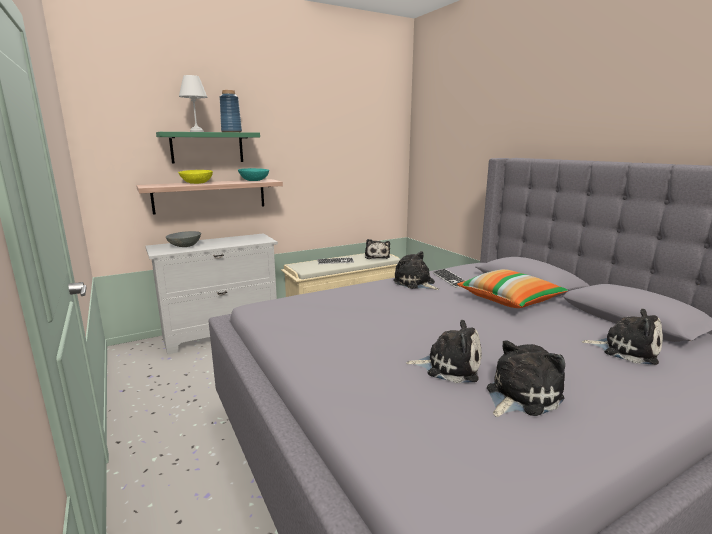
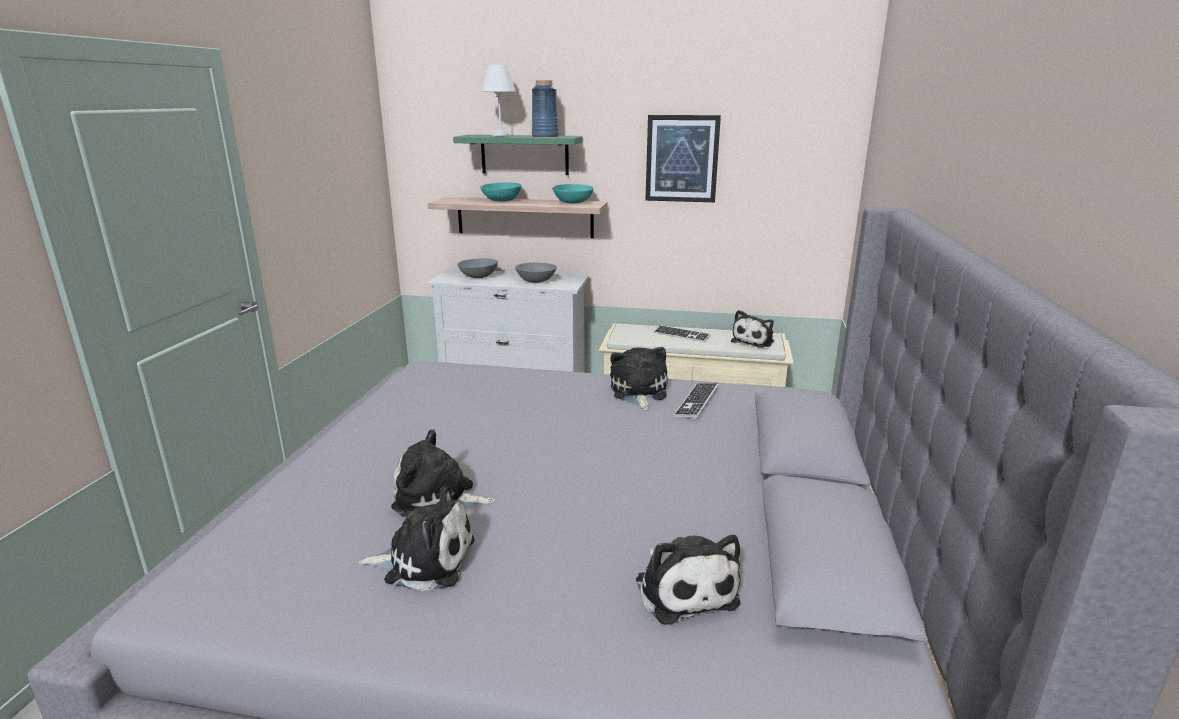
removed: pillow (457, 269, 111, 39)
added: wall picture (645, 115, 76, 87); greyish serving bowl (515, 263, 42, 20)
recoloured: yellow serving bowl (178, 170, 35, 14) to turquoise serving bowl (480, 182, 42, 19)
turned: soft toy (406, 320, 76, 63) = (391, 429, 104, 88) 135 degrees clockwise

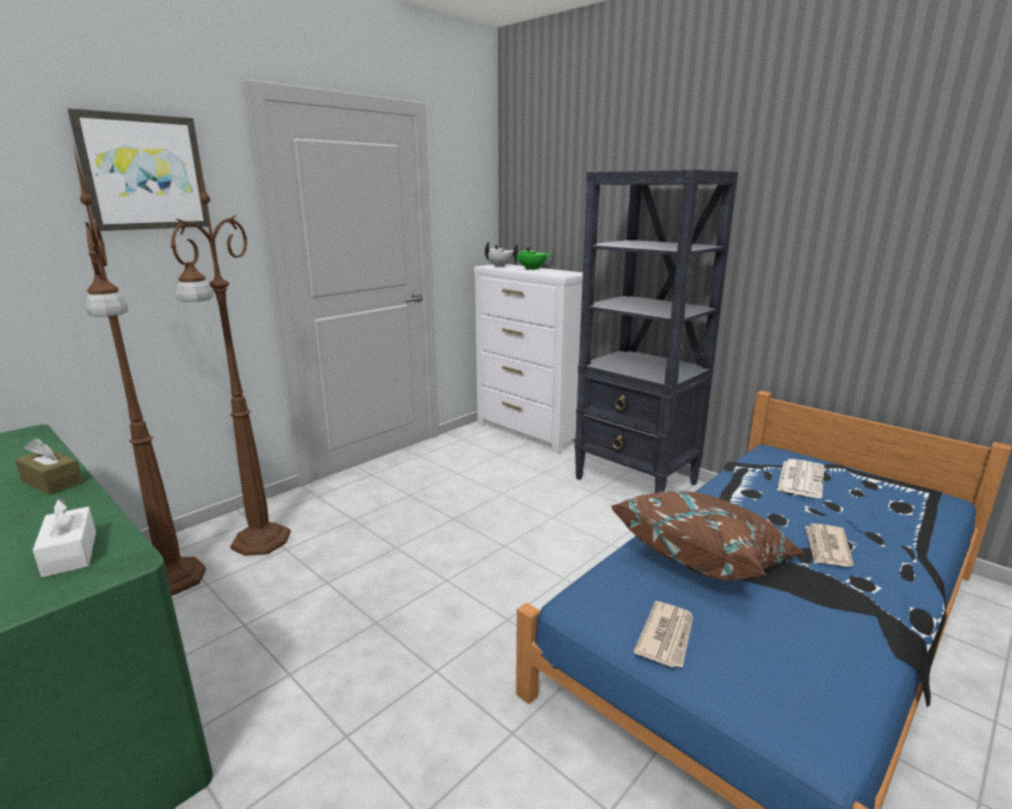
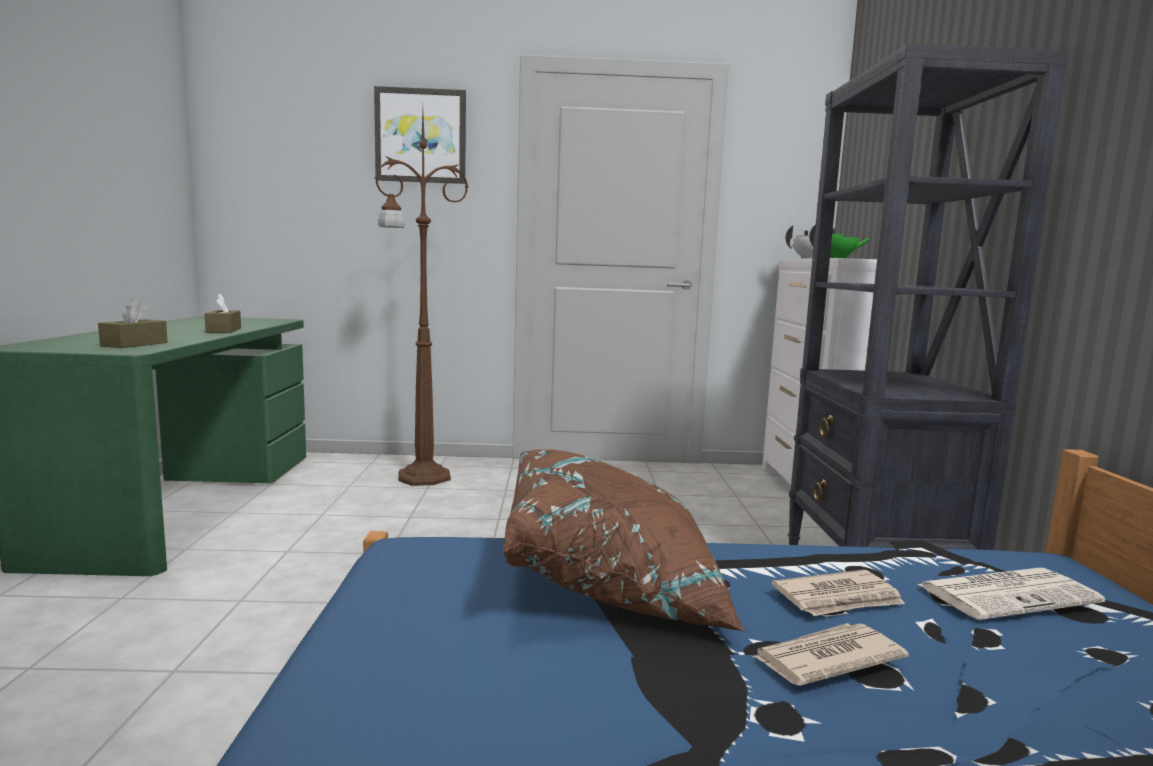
removed: brownish floor lamp (73, 145, 133, 450)
moved: daily paper (634, 601, 59, 67) to (772, 570, 133, 46)
recoloured: whitish box of tissues (33, 498, 63, 80) to brownish box of tissues (98, 300, 70, 48)

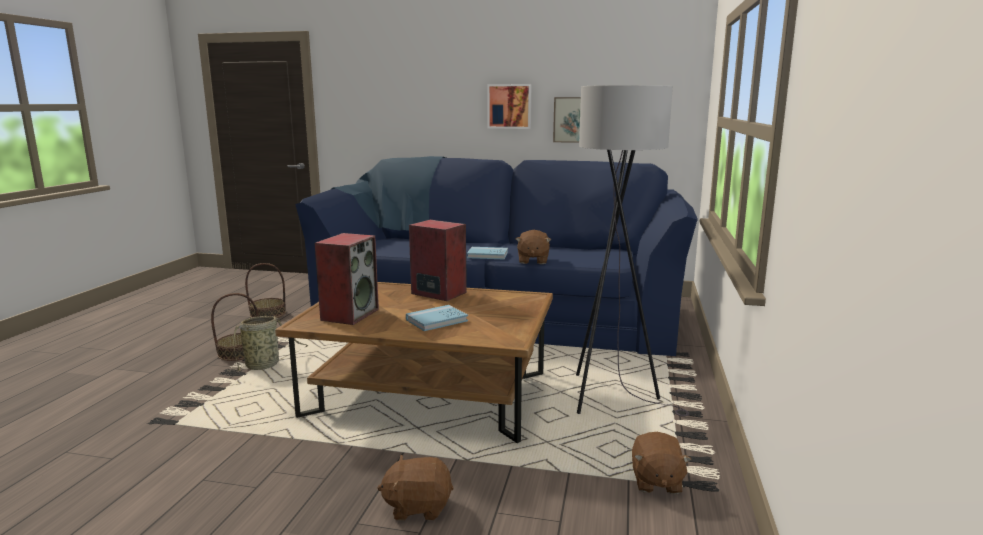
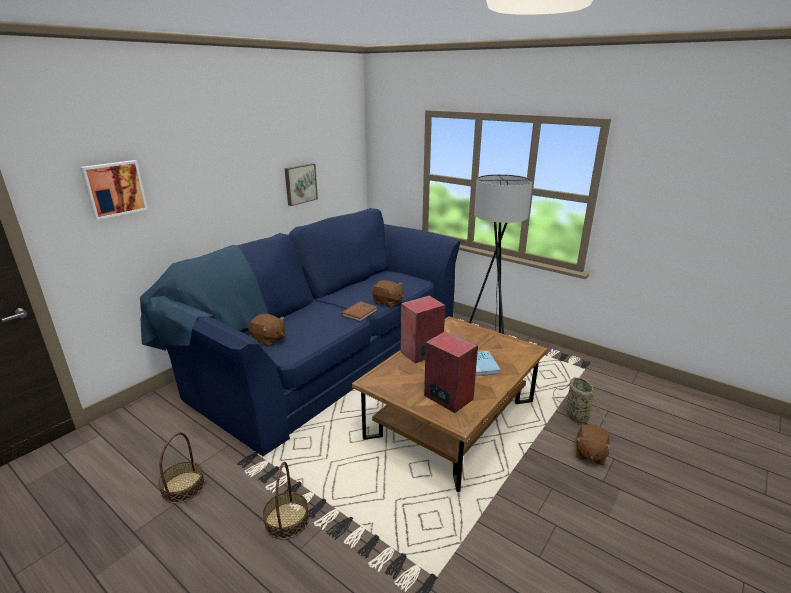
moved: wall picture (487, 84, 45, 45) to (80, 160, 68, 60); household basket (228, 316, 80, 56) to (553, 377, 54, 50); brownish soft toy (632, 432, 60, 62) to (248, 314, 37, 33)
recoloured: blue volume (467, 247, 41, 12) to brownish volume (342, 302, 36, 20)

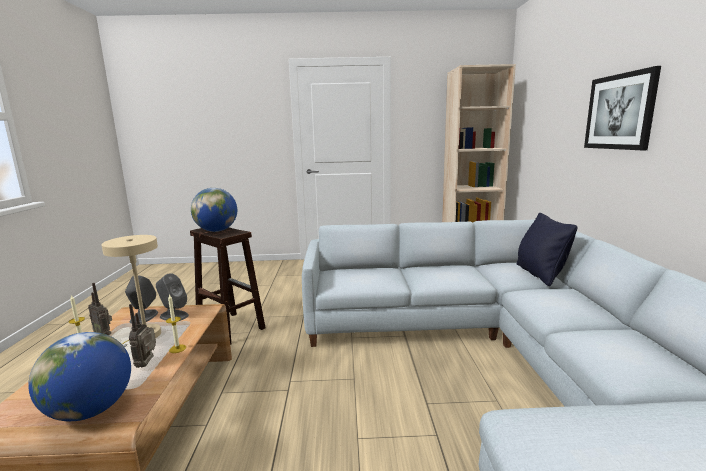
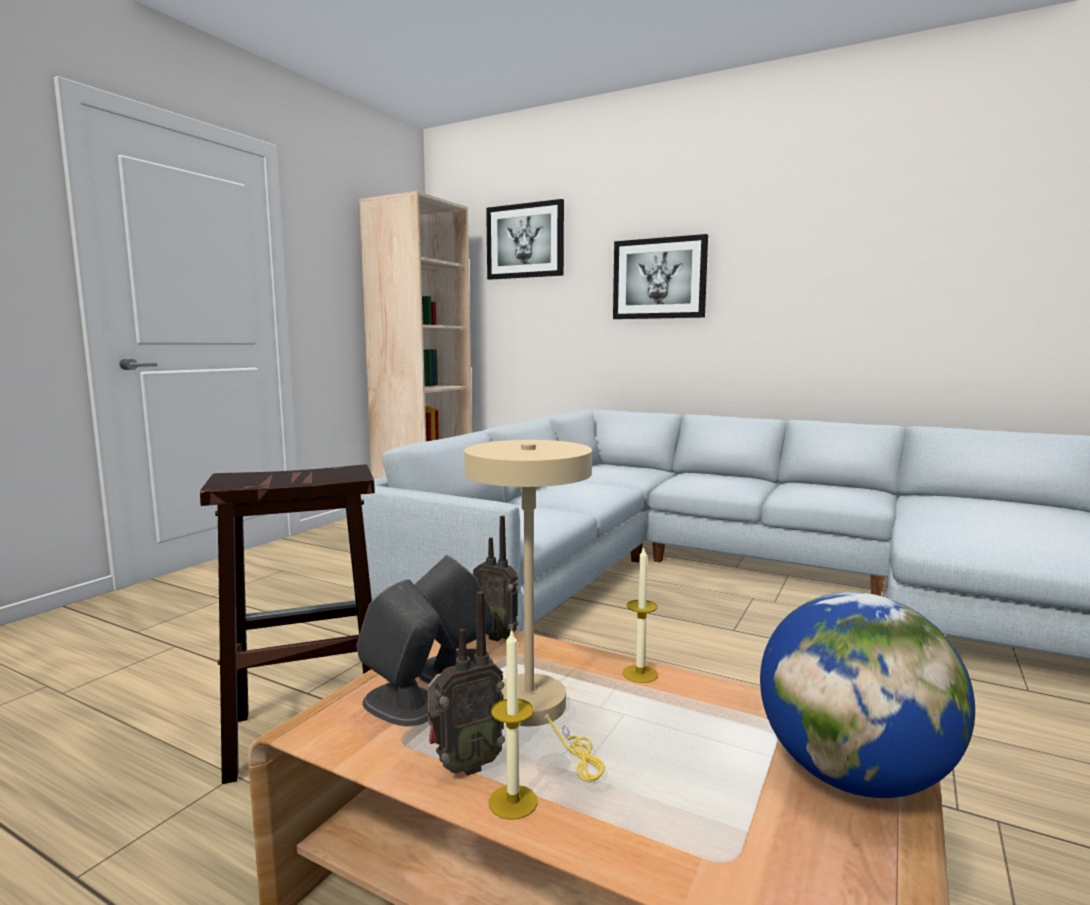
removed: desk globe (191, 188, 46, 44); black pillow (517, 213, 61, 73)
added: wall picture (486, 199, 78, 81)
moved: radio receiver (129, 304, 27, 64) to (473, 516, 46, 125)

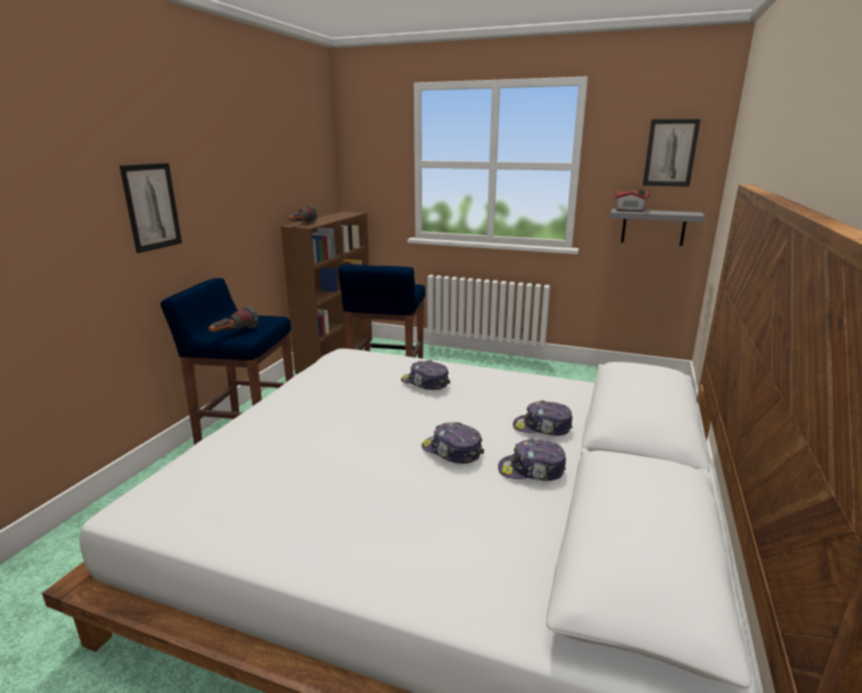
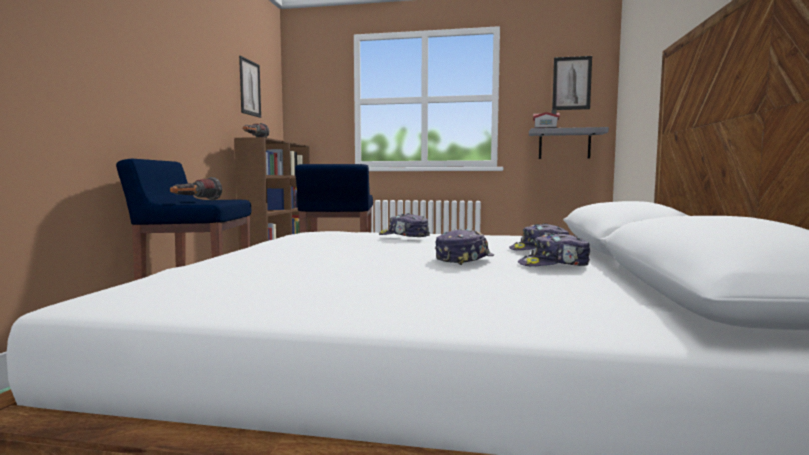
moved: wall picture (119, 163, 63, 90) to (239, 56, 22, 62)
turned: cap (421, 422, 63, 42) = (435, 229, 59, 36) 105 degrees clockwise

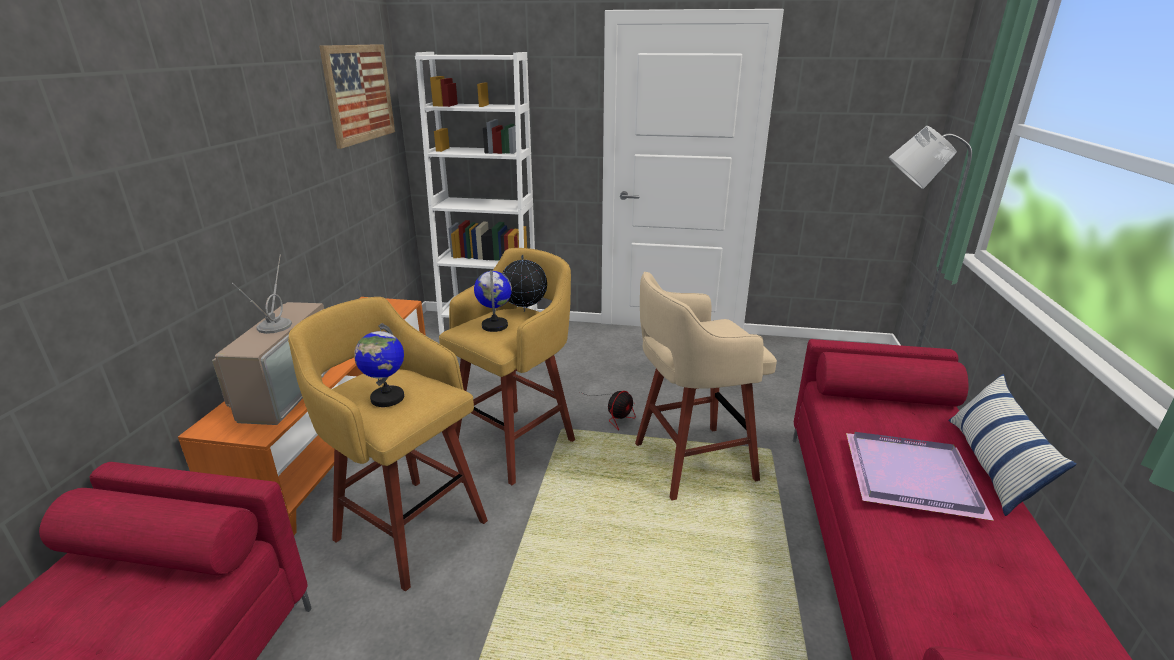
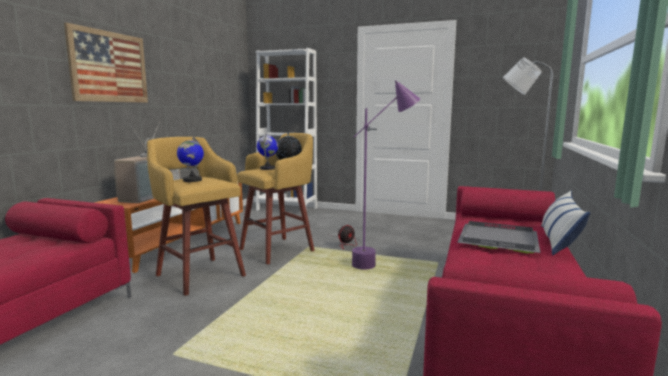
moved: wall picture (319, 44, 76, 105) to (64, 23, 84, 80)
replaced: sand-coloured stool (635, 272, 142, 228) to purple-coloured floor lamp (352, 80, 68, 190)
recoloured: purple-coloured serving tray (846, 432, 148, 89) to greyish serving tray (457, 221, 83, 32)

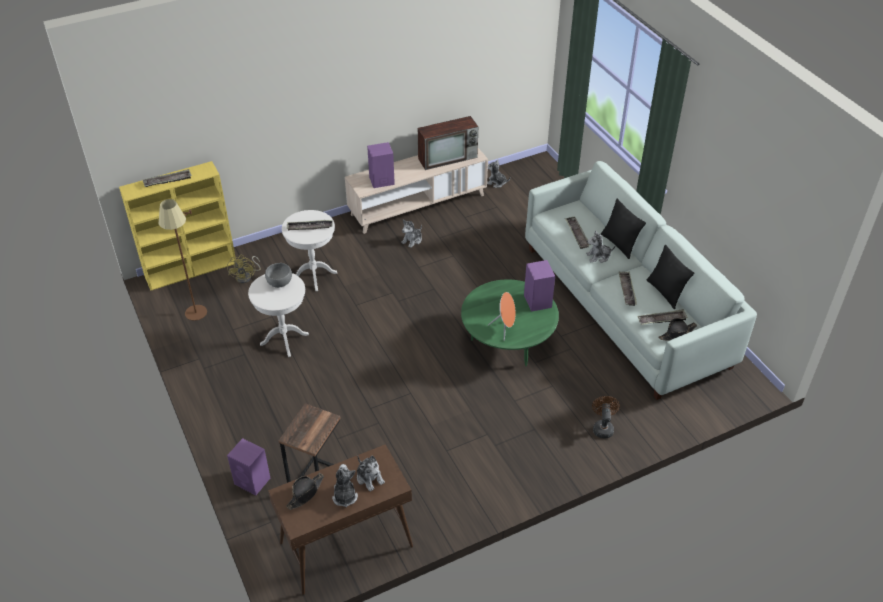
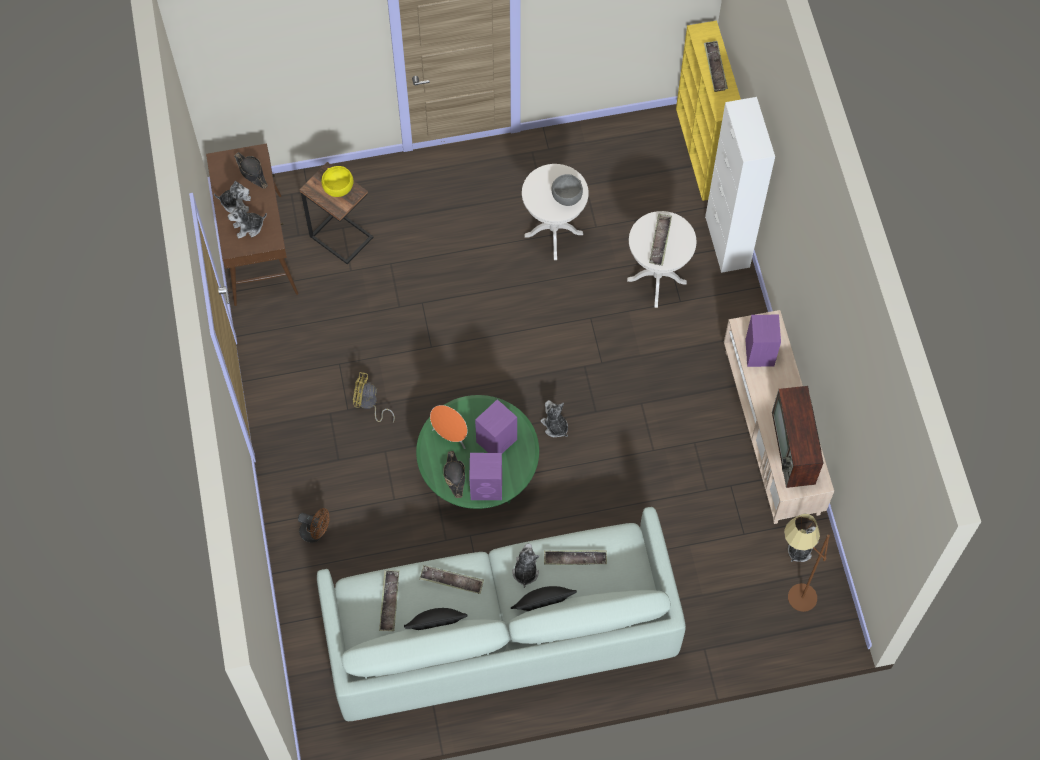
added: whitish storage cabinet (705, 97, 70, 176); yellow serving bowl (321, 166, 33, 31)
moved: brownish floor lamp (159, 199, 48, 122) to (784, 513, 46, 99); soft toy (401, 220, 21, 28) to (540, 400, 28, 37); yellow cooling fan (227, 255, 34, 28) to (353, 372, 42, 50); black hat (658, 318, 39, 23) to (443, 451, 22, 47); purple-coloured speaker (227, 438, 43, 57) to (475, 399, 42, 54)

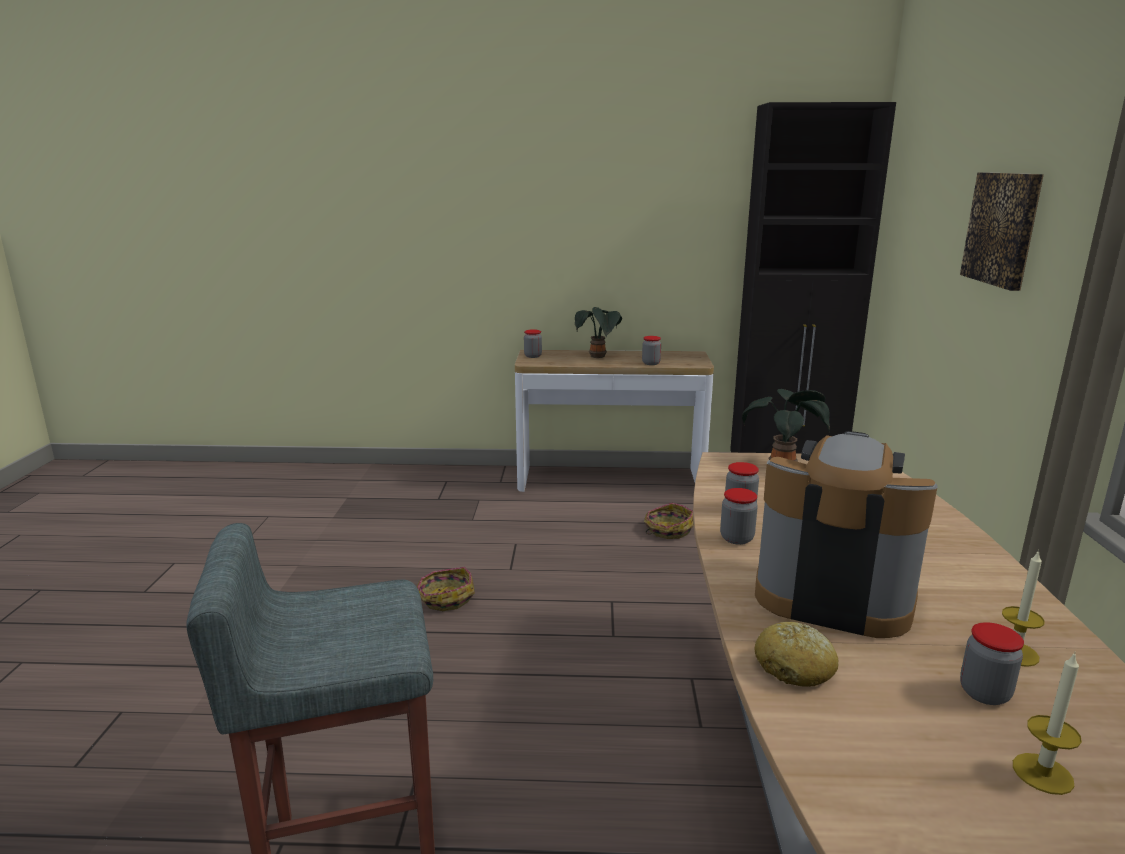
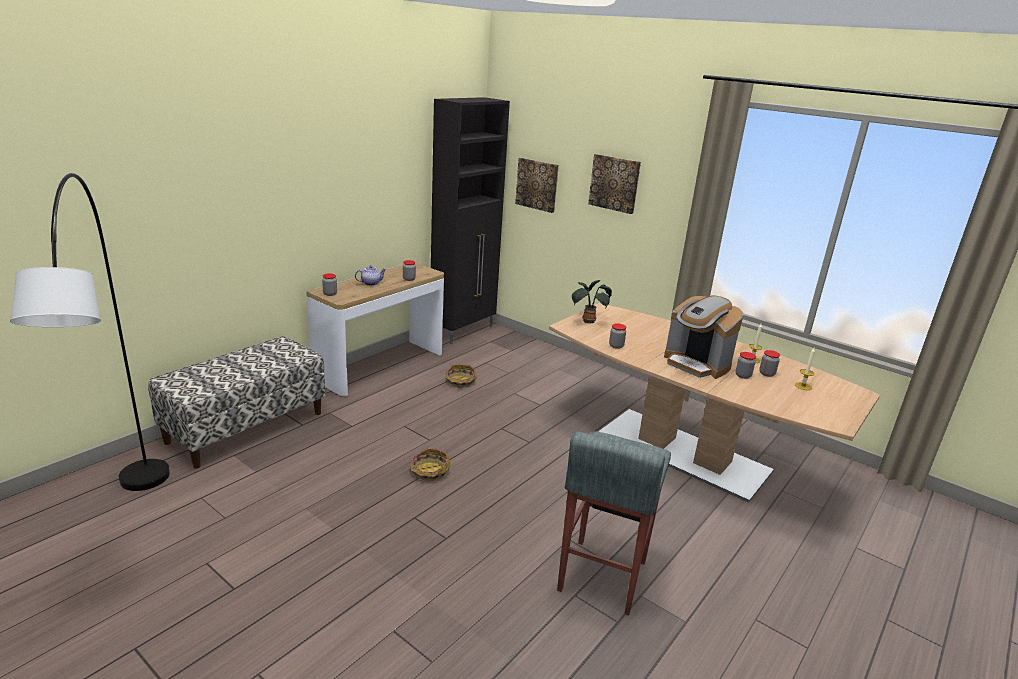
removed: baked bread (755, 622, 84, 65)
added: wall picture (515, 158, 44, 55); greyish floor lamp (10, 173, 160, 318); bench (148, 336, 177, 132)
moved: jar (720, 488, 38, 57) to (736, 352, 20, 27)
replaced: potted plant (575, 307, 47, 51) to teapot (355, 265, 31, 21)
turned: coffee machine (755, 431, 183, 207) = (664, 295, 79, 84) 105 degrees counterclockwise

